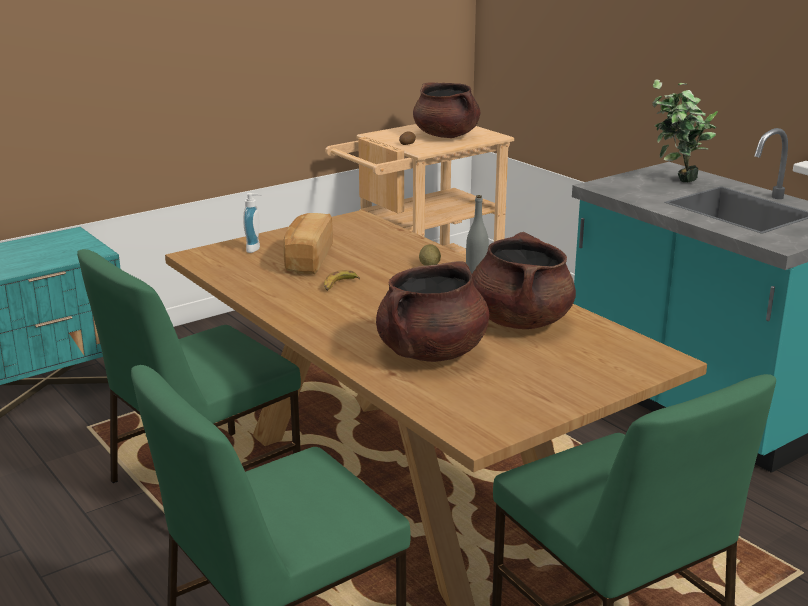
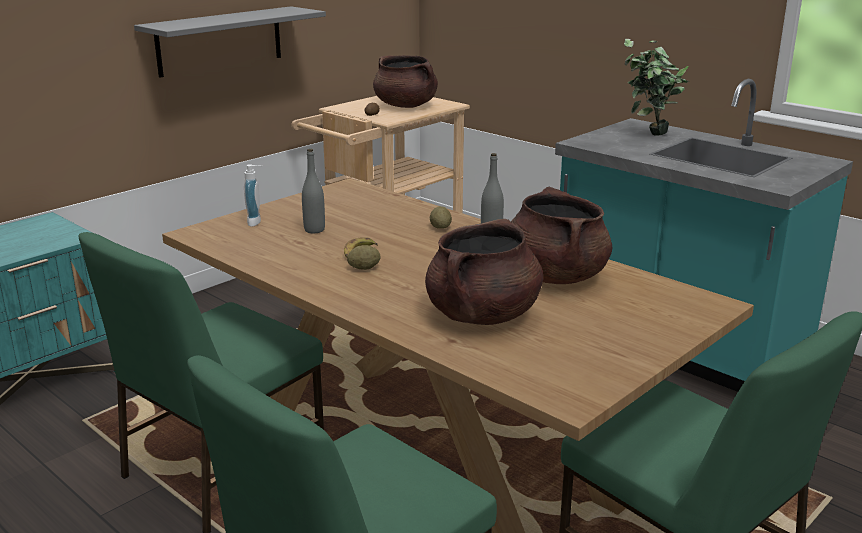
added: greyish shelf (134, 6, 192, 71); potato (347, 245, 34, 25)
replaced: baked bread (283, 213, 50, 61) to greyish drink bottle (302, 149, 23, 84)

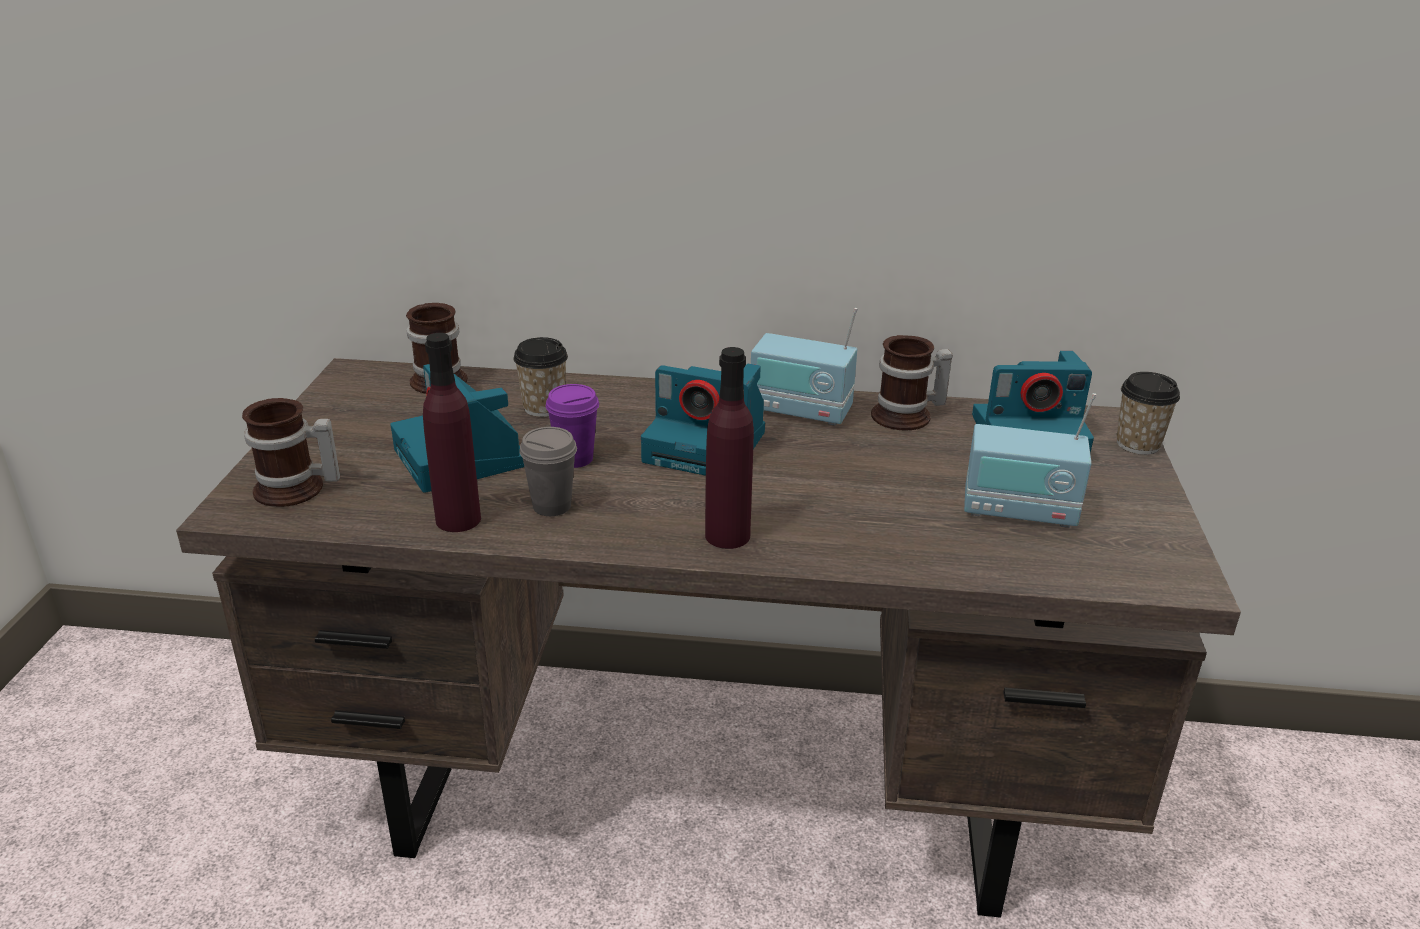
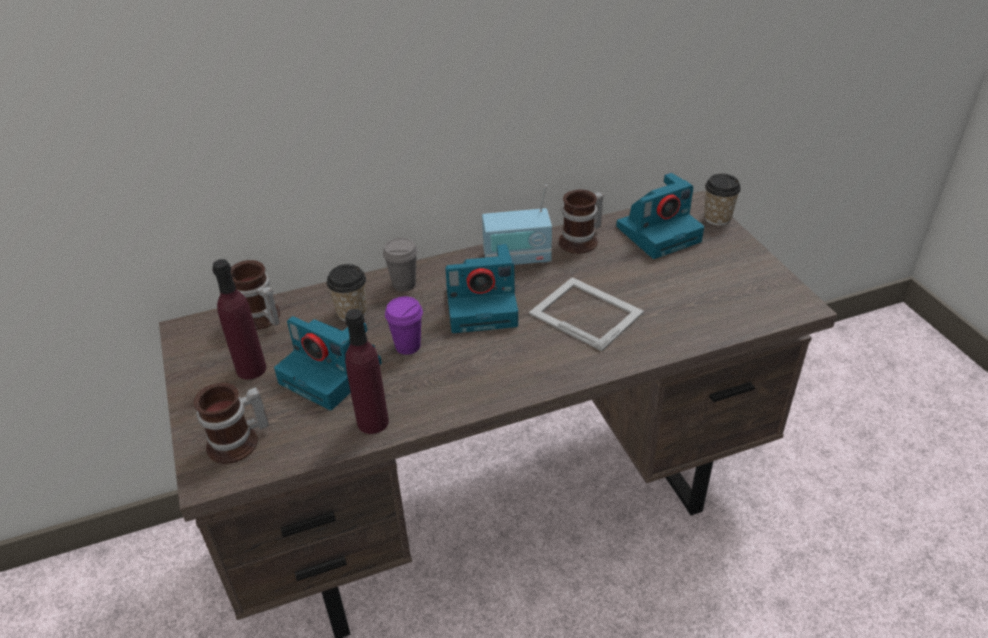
removed: radio receiver (964, 393, 132, 135)
added: photo frame (529, 277, 115, 74)
moved: purple-coloured drink bottle (705, 347, 49, 202) to (212, 259, 54, 121); greyish small cup (519, 427, 58, 89) to (383, 238, 35, 54)

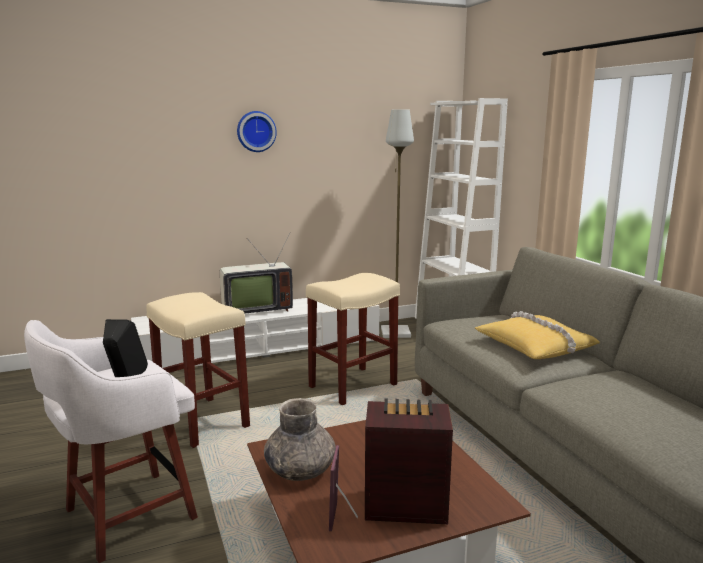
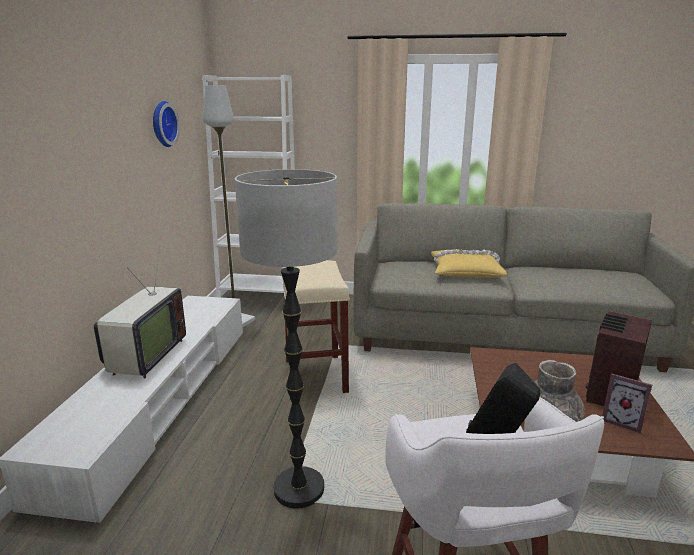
moved: clock on the wall (237, 111, 40, 41) to (153, 101, 27, 46)
replaced: sand-coloured stool (146, 292, 104, 156) to floor lamp (235, 169, 103, 340)

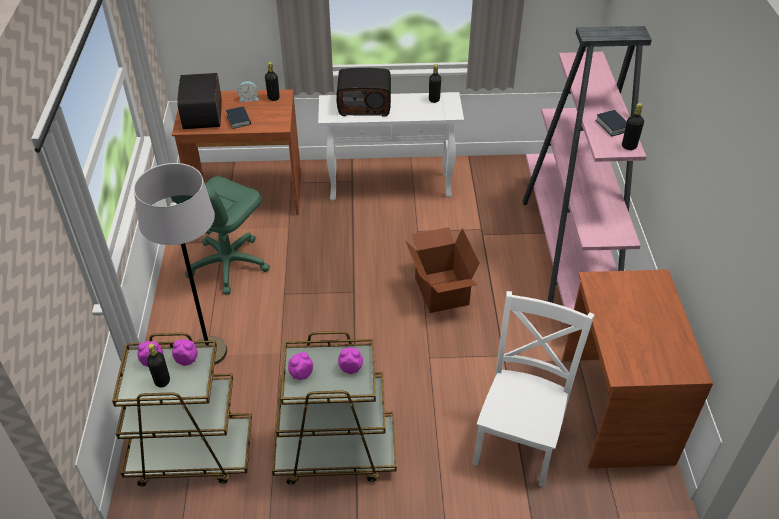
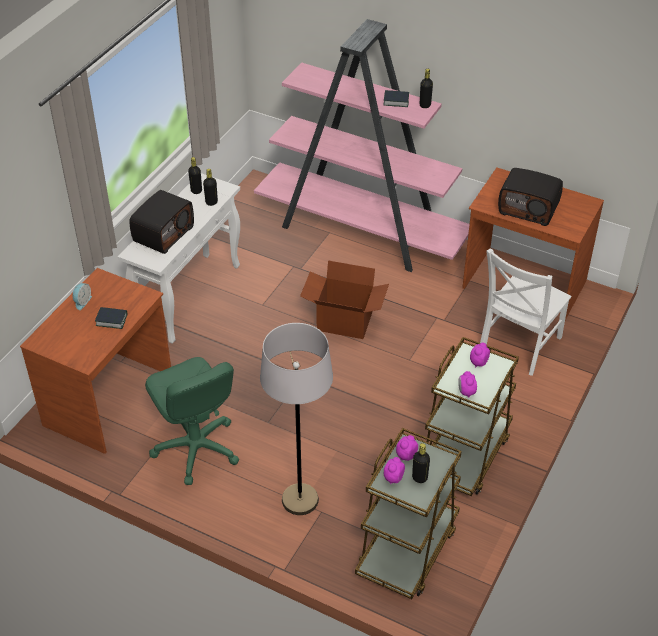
moved: black drink bottle (265, 62, 15, 39) to (203, 169, 15, 37); radio receiver (177, 73, 45, 56) to (498, 168, 65, 58)
turned: whitish upright chair (473, 291, 122, 196) = (480, 248, 91, 128) 105 degrees counterclockwise

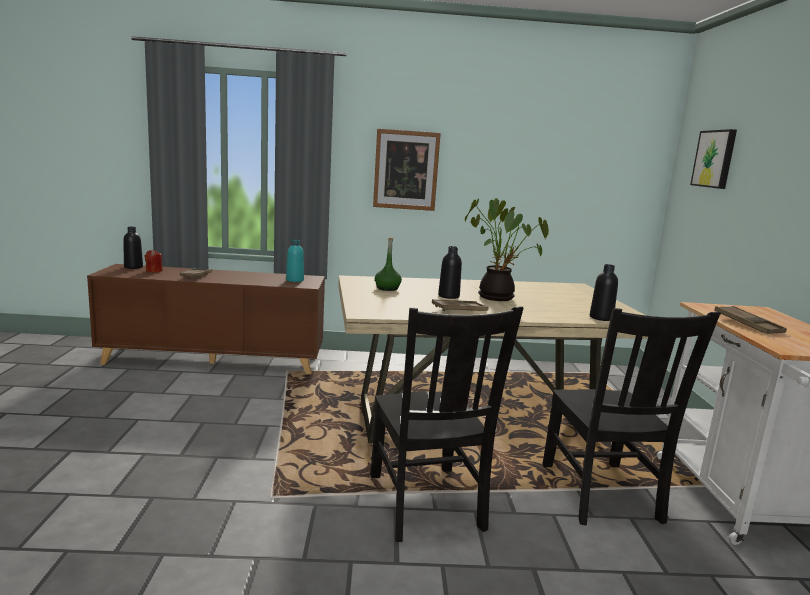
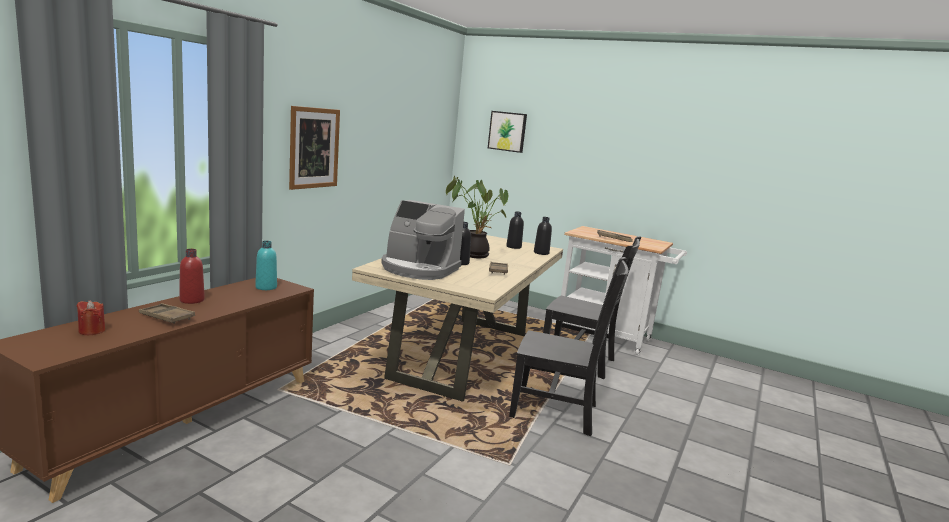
added: red-coloured drink bottle (179, 249, 26, 55)
moved: black drink bottle (123, 227, 20, 42) to (506, 212, 18, 37)
replaced: green-coloured drink bottle (375, 237, 27, 54) to coffee machine (381, 200, 84, 80)

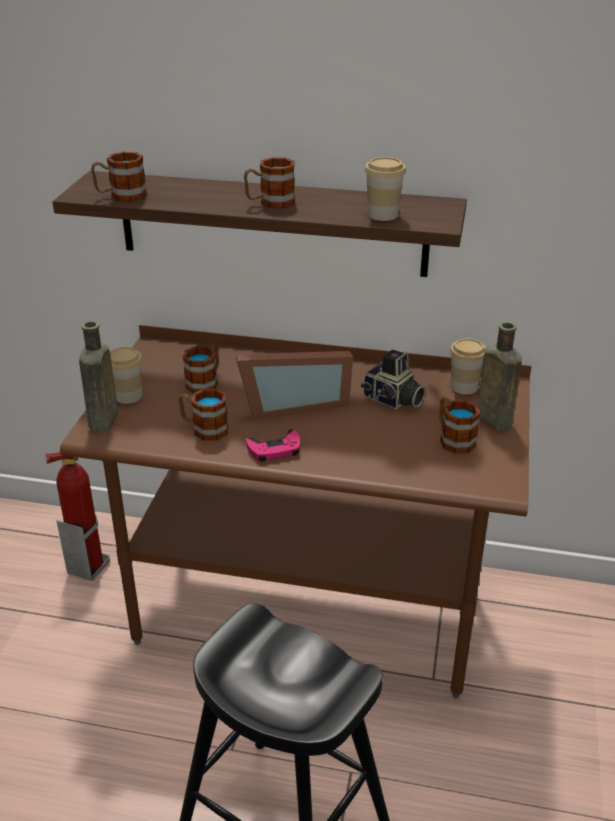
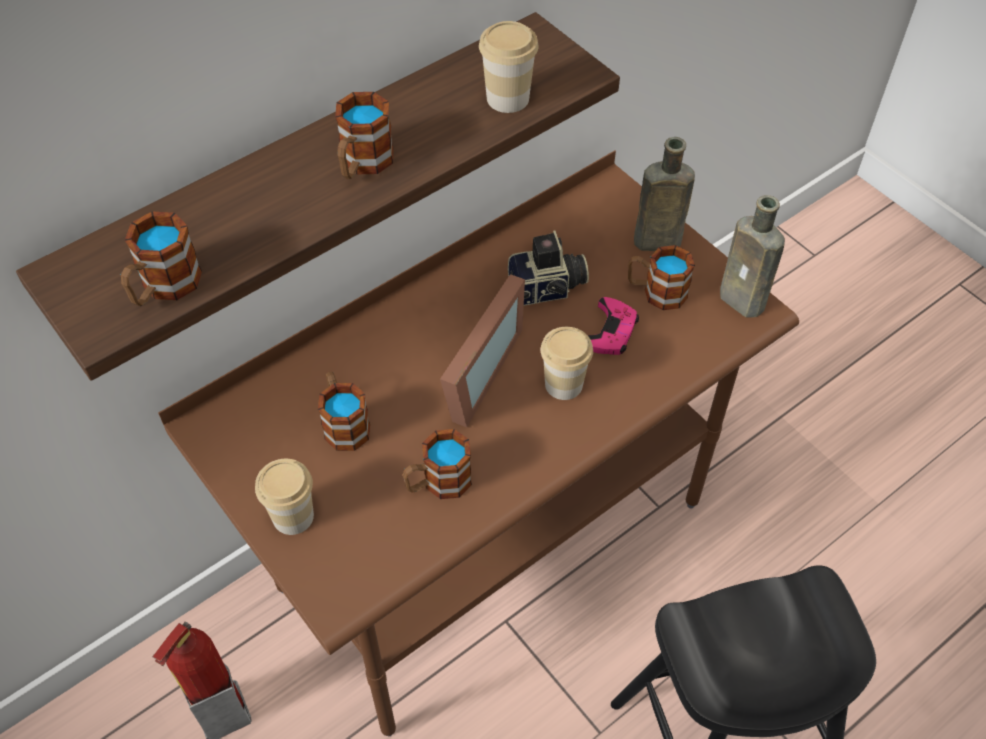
moved: brownish drink bottle (79, 321, 39, 111) to (720, 195, 65, 122); small cup (450, 338, 36, 57) to (541, 327, 52, 73); pinkish joypad (246, 429, 54, 33) to (588, 297, 51, 58)

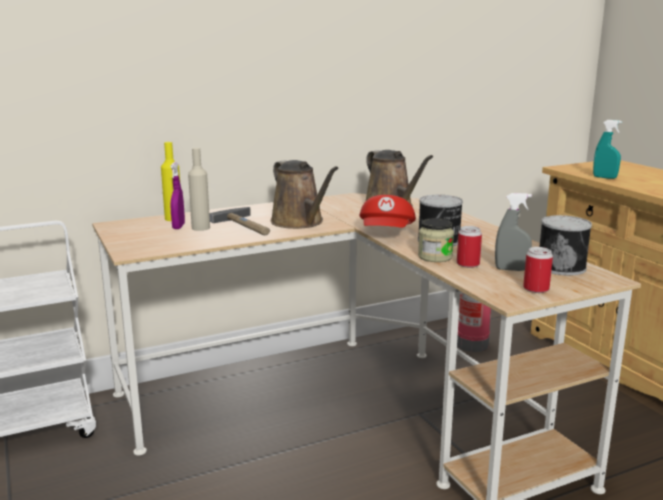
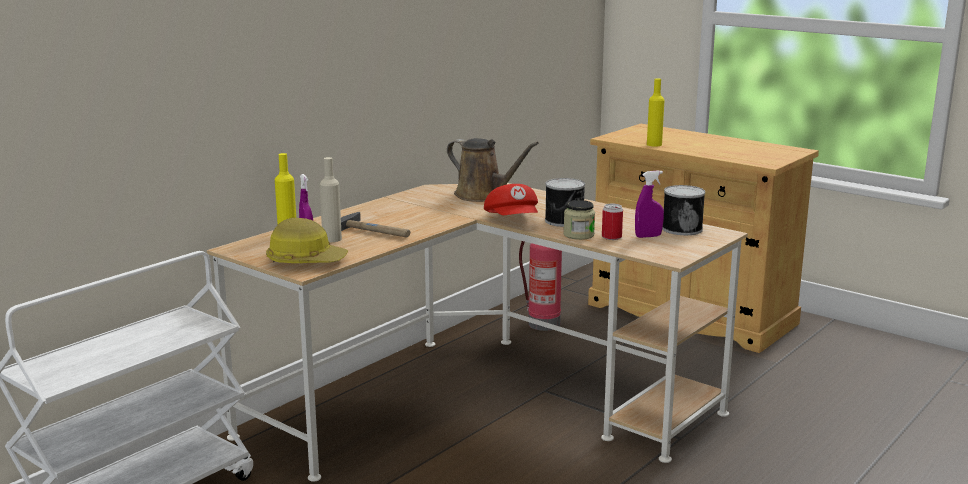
removed: brownish sprinkling can (271, 160, 68, 69); can (523, 247, 30, 46)
added: work helmet (266, 218, 82, 45)
replaced: turquoise hand sprayer (593, 120, 29, 59) to yellow drink bottle (647, 79, 17, 68)
recoloured: greyish hand sprayer (495, 193, 37, 78) to purple-coloured hand sprayer (635, 170, 29, 68)

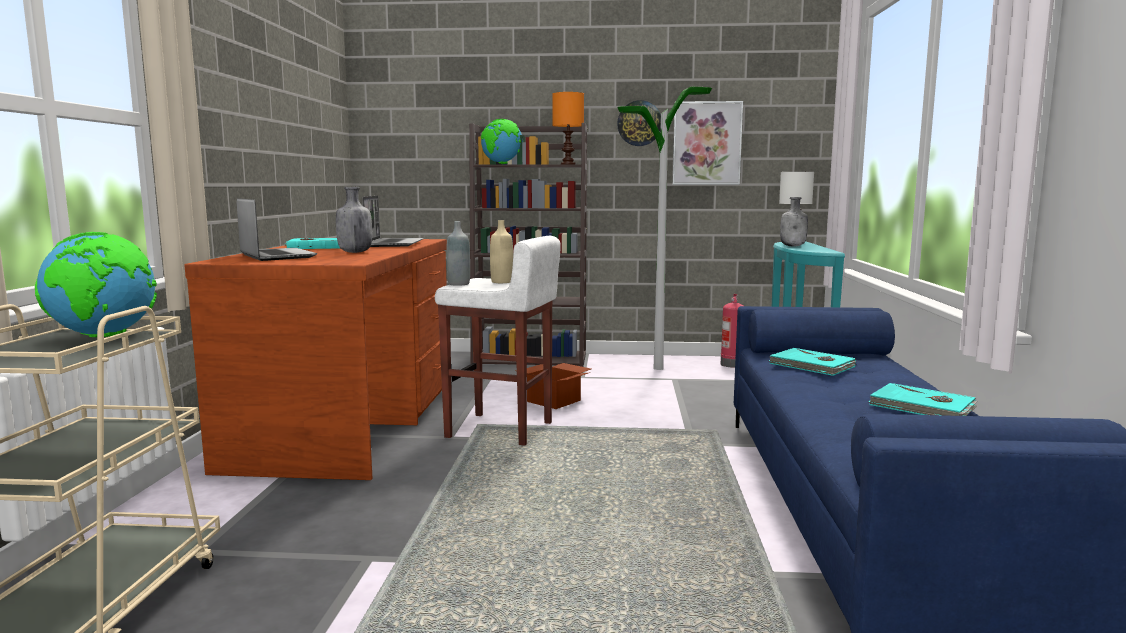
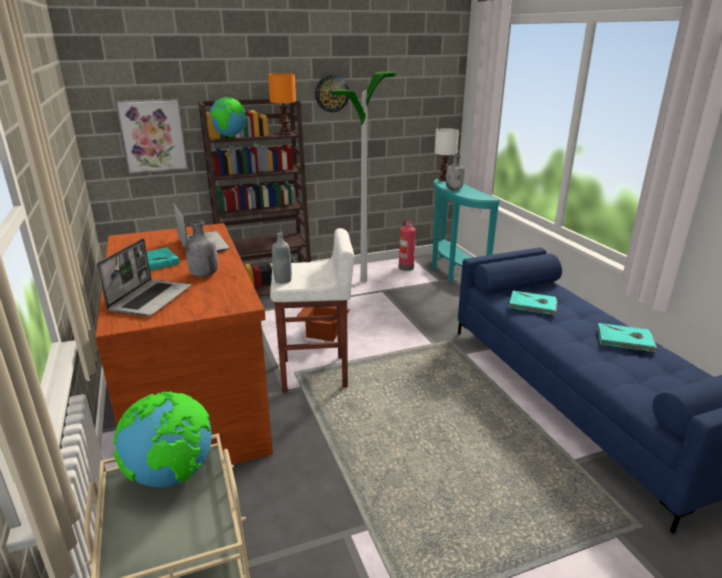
removed: sand-coloured drink bottle (490, 220, 23, 63)
moved: wall picture (672, 101, 71, 84) to (116, 98, 72, 76)
turned: notebook computer (237, 198, 80, 63) = (97, 239, 94, 77) 75 degrees clockwise

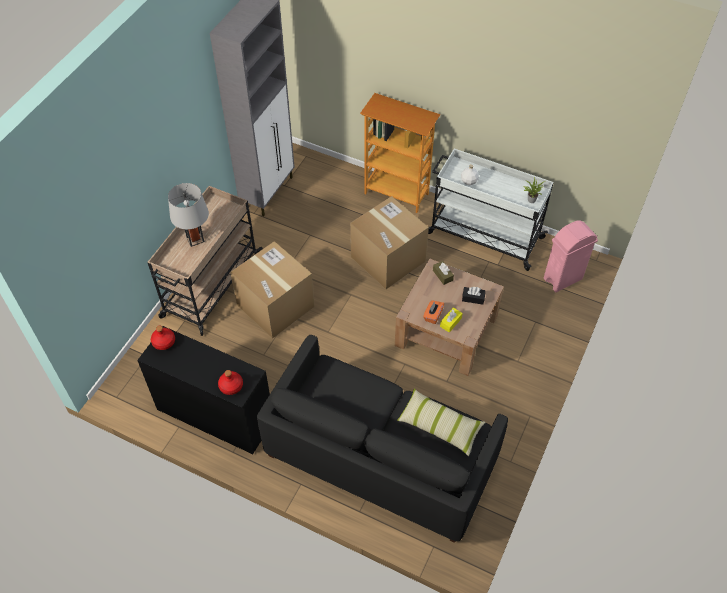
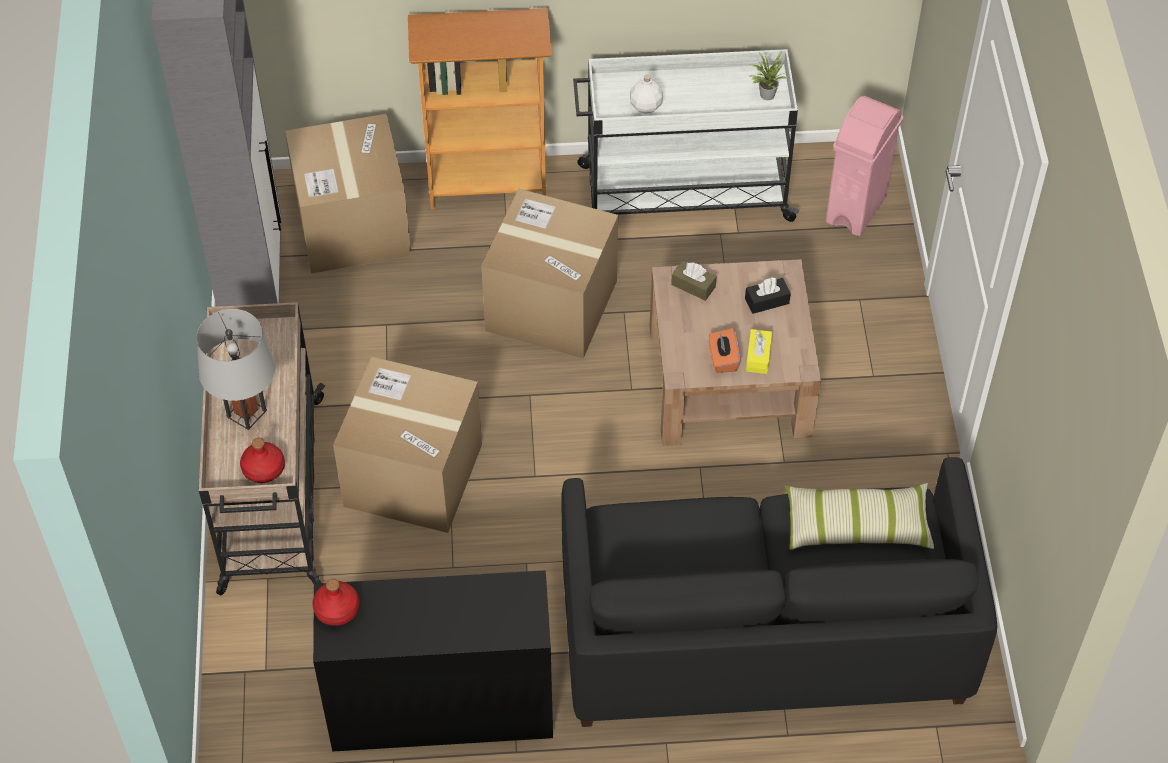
added: carton (285, 114, 126, 160)
moved: red-coloured drink bottle (218, 370, 25, 25) to (240, 438, 45, 45)

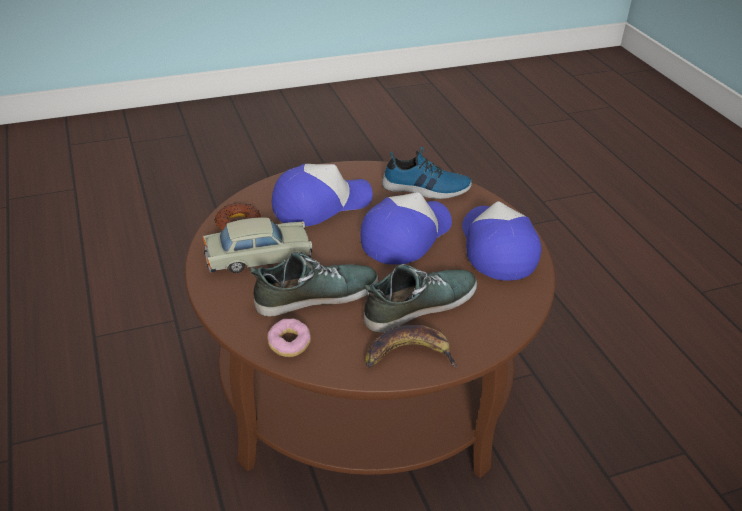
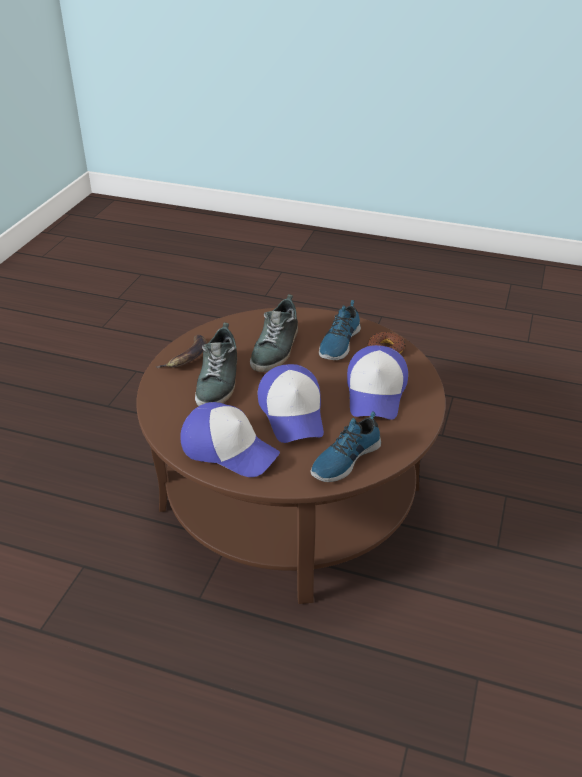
removed: ring doughnut (267, 318, 44, 39)
replaced: sand-coloured miniature car (202, 217, 110, 56) to low shoe (319, 300, 42, 60)

